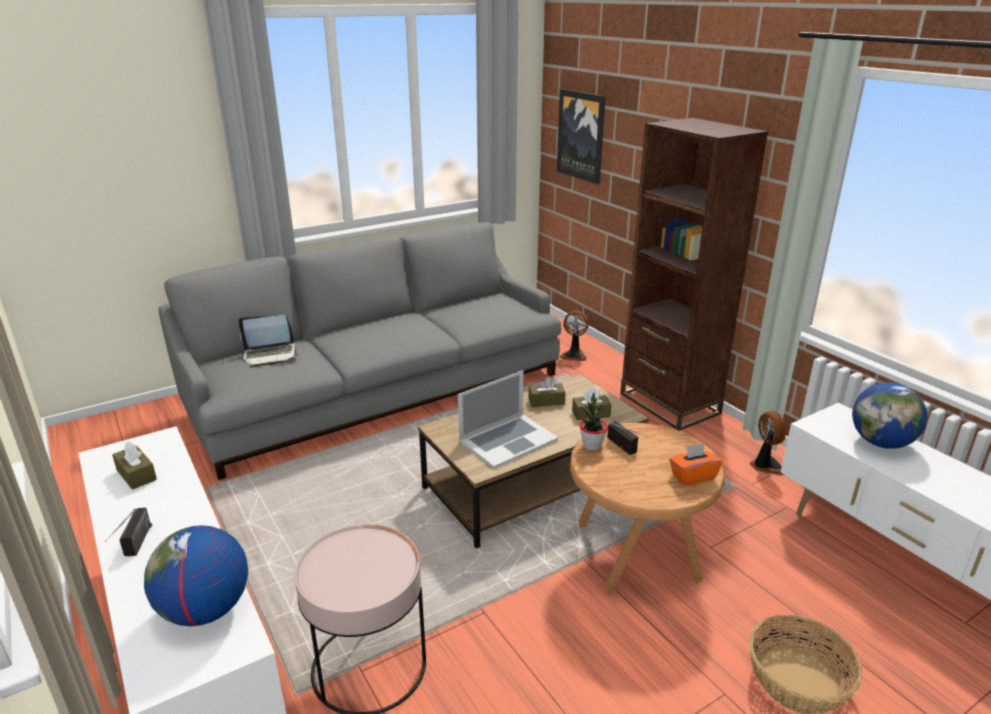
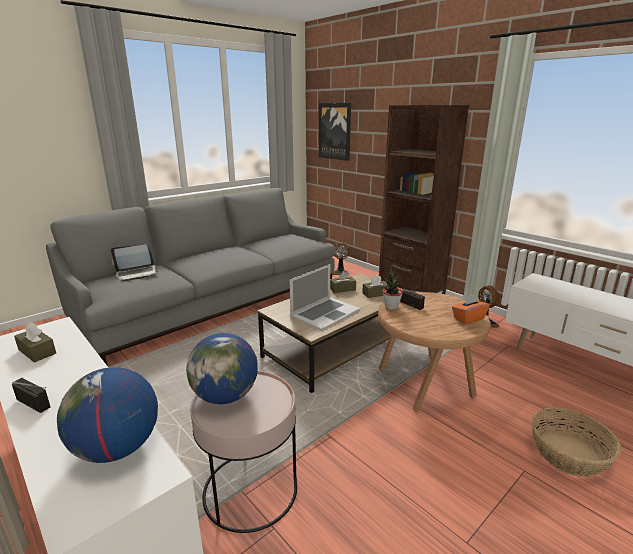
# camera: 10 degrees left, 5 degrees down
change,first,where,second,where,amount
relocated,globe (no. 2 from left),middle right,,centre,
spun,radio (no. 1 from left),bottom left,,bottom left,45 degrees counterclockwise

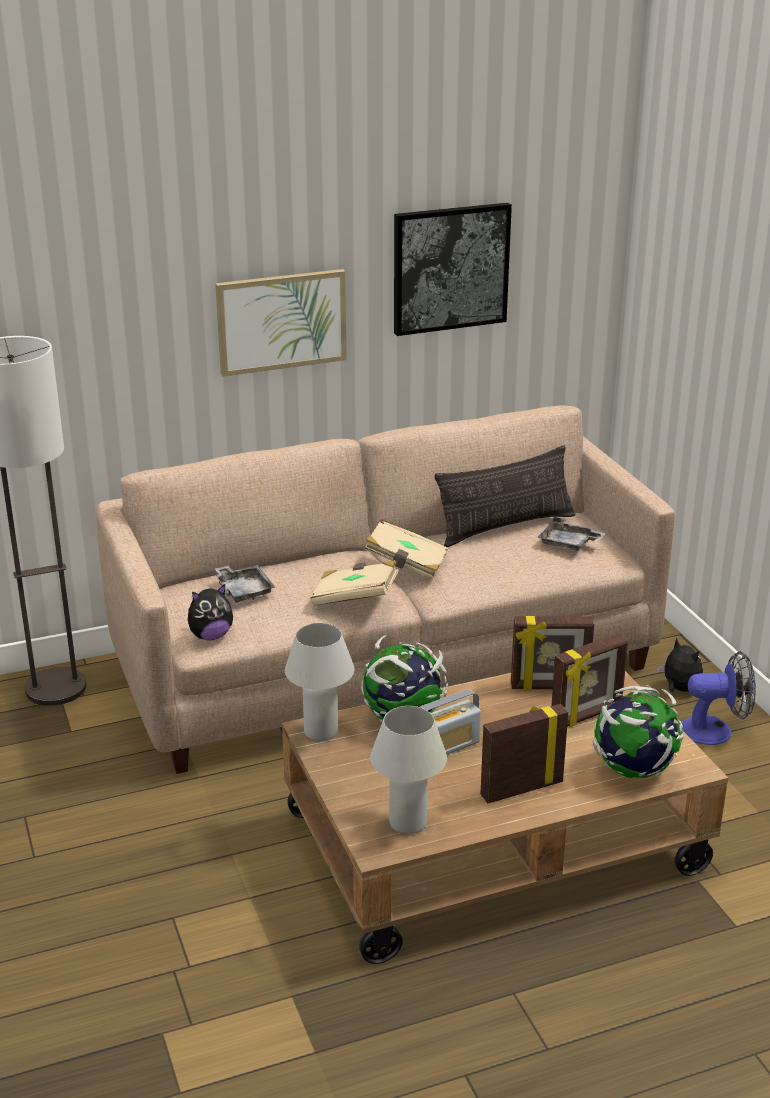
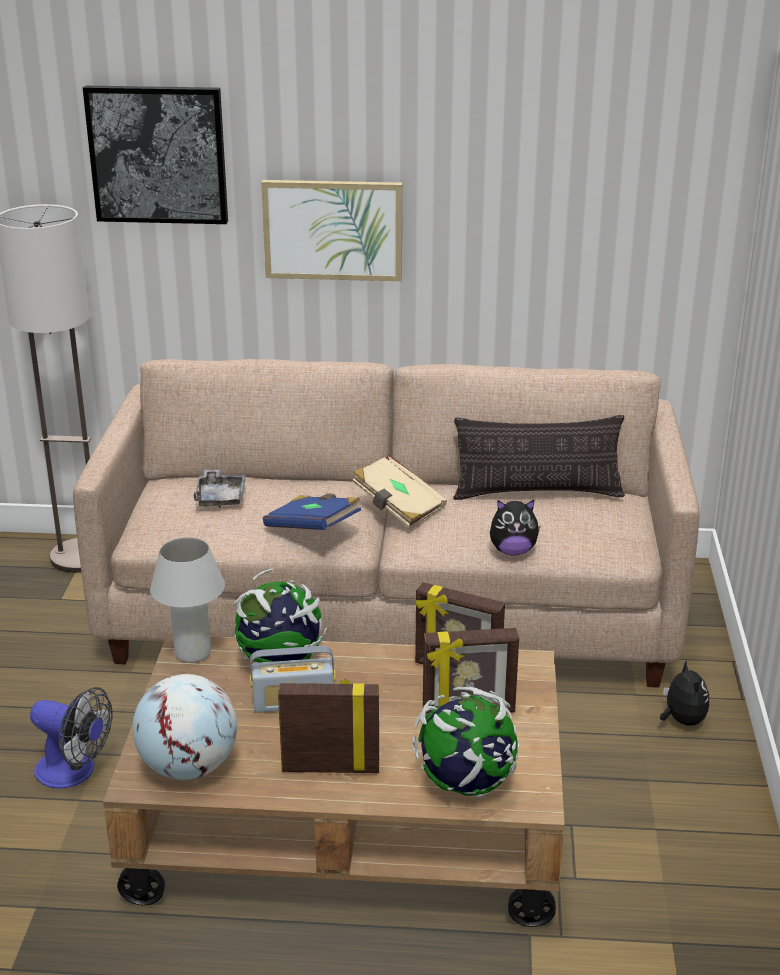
# camera: 25 degrees right, 0 degrees up
change,first,where,second,where,amount
relocated,picture (no. 2 from left in the first image),top centre,picture (no. 1 from left),top left,
missing,tray in grey (no. 2 from left),middle right,,,
colour,book in beige (no. 1 from left),centre,book in blue,centre,
relocated,plush toy (no. 1 from left),middle left,,centre,
relocated,fan,middle right,,bottom left,
exchanged,table lamp in white (no. 2 from left),bottom centre,globe (no. 1 from left),bottom left,

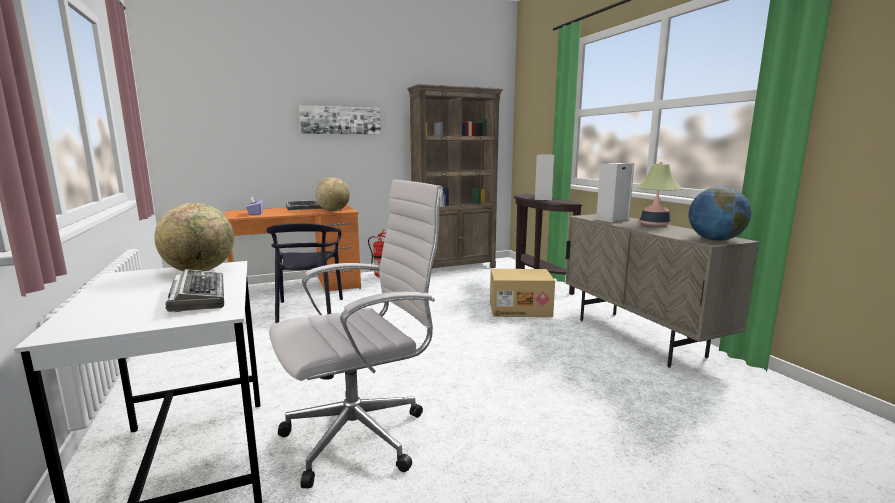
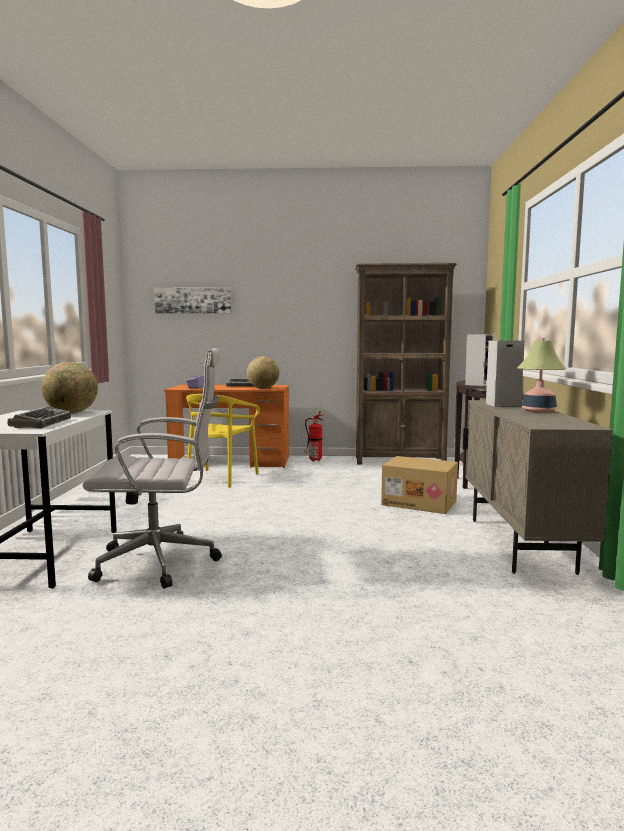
# camera: 25 degrees right, 5 degrees down
change,first,where,second,where,amount
relocated,picture,top centre,,middle left,
missing,globe (no. 3 from left),middle right,,,
colour,chair in black,centre,chair in yellow,centre,

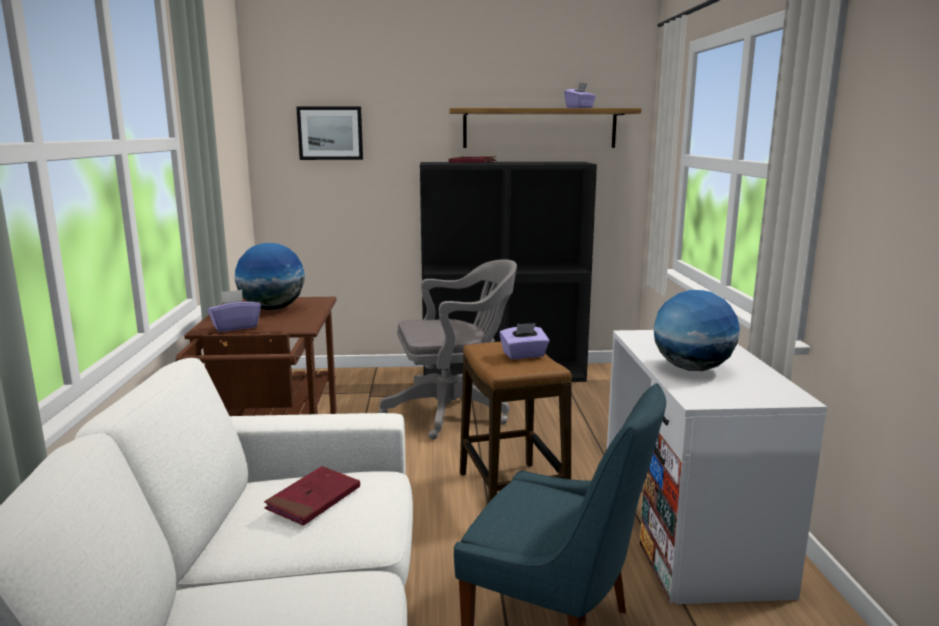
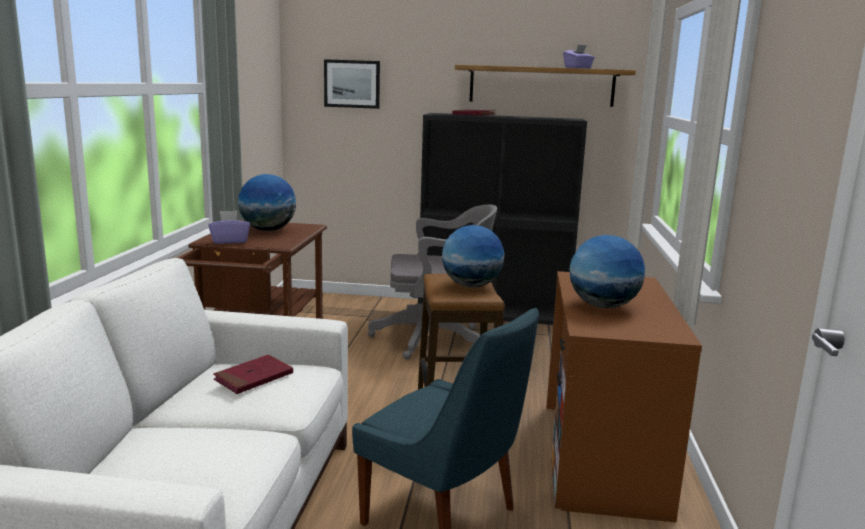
# camera: 10 degrees right, 0 degrees up
change,first,where,second,where,amount
exchanged,tissue box in purple (no. 2 from left),centre,globe (no. 2 from left),centre,
colour,desk in white,bottom right,desk in brown,bottom right,

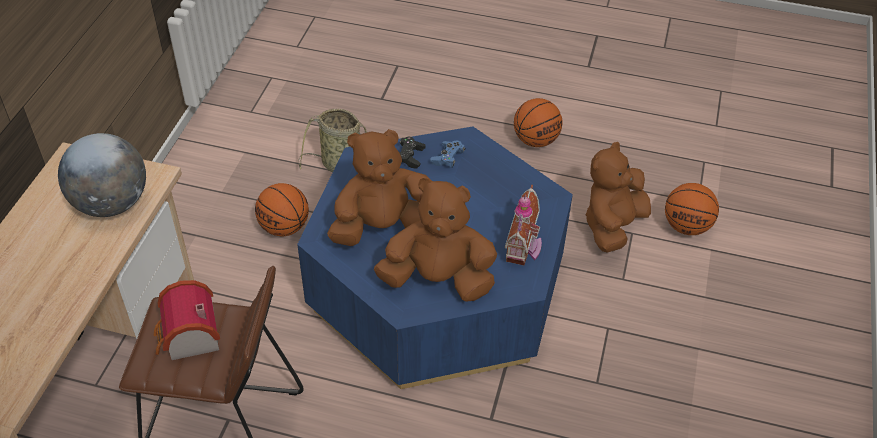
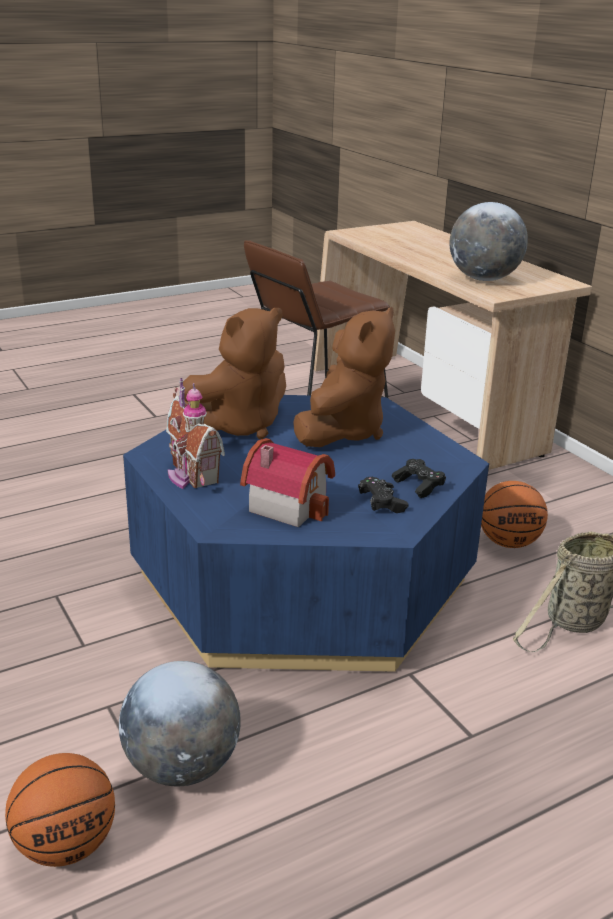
# camera: 135 degrees right, 20 degrees down
change,first,where,second,where,amount
missing,basketball (no. 2 from left),top centre,,,
colour,game controller in blue,centre,game controller in black (no. 1 from left),centre,
exchanged,plush toy in brown (no. 3 from left),middle right,globe (no. 1 from left),bottom left,
relocated,toy house (no. 1 from left in the first image),bottom left,toy house (no. 2 from left),centre,

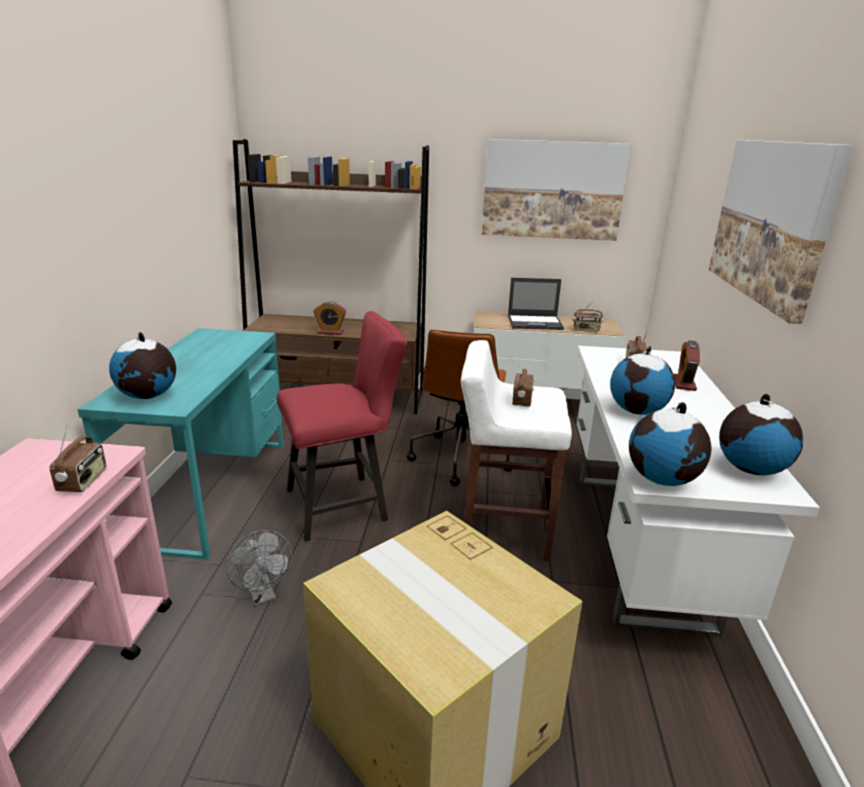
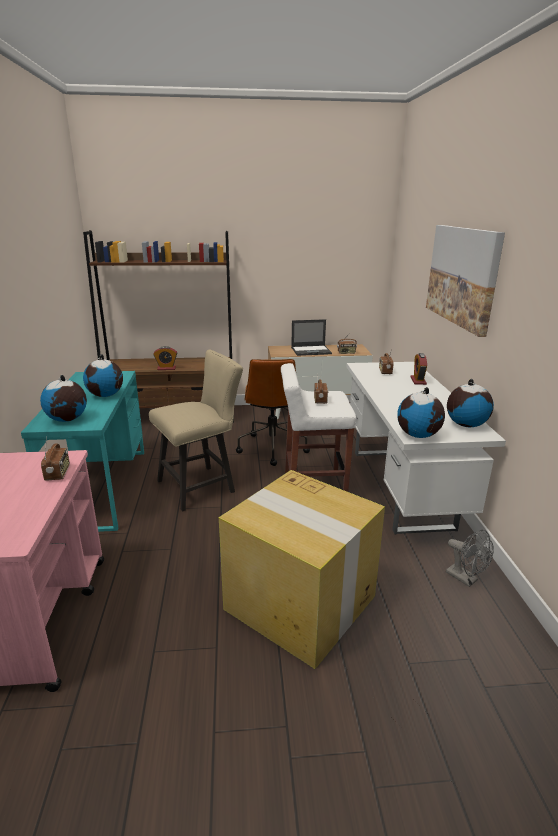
# camera: 10 degrees left, 0 degrees up
change,first,where,second,where,amount
missing,picture (no. 1 from left),top centre,,,
colour,chair in red,centre,chair in beige,centre,
relocated,globe (no. 2 from left),middle right,,middle left,
relocated,fan in grey,bottom left,,bottom right,

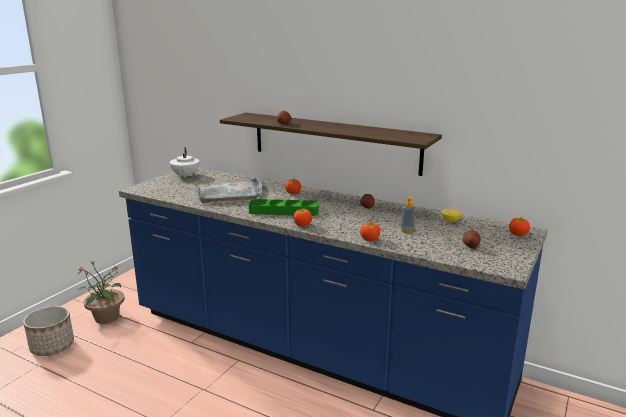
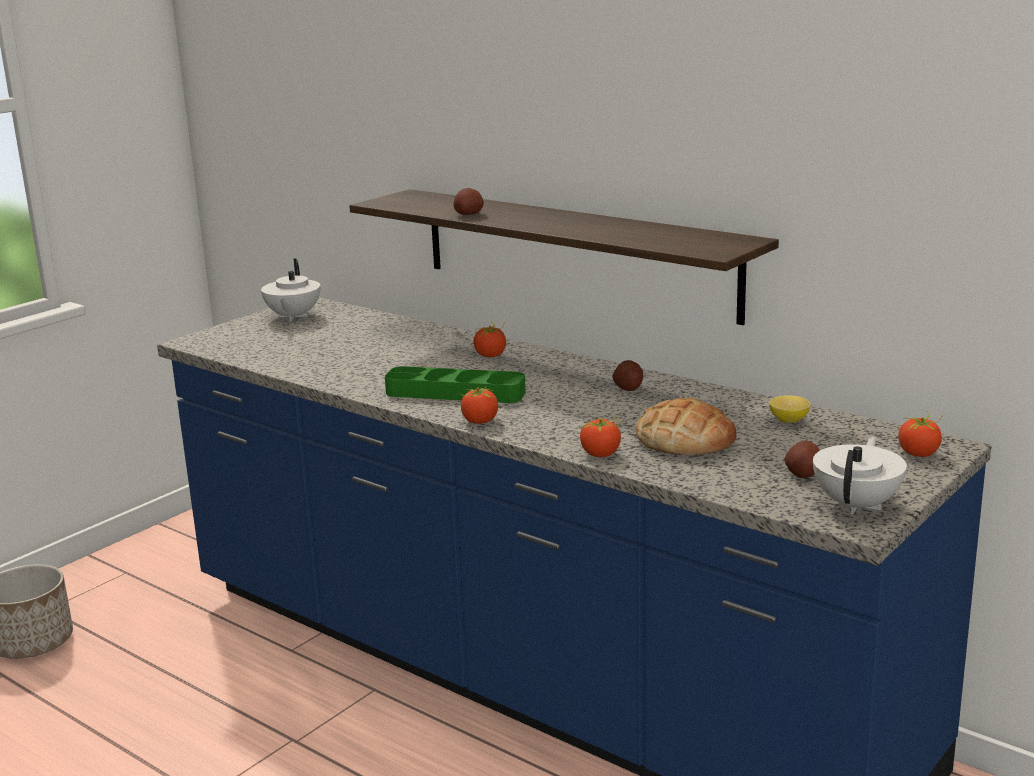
# camera: 10 degrees right, 0 degrees up
change,first,where,second,where,amount
missing,tray in grey,centre,,,
exchanged,soap dispenser,centre,bread,centre,
missing,potted plant,bottom left,,,
appeared,,,teapot in white (no. 2 from left),middle right,

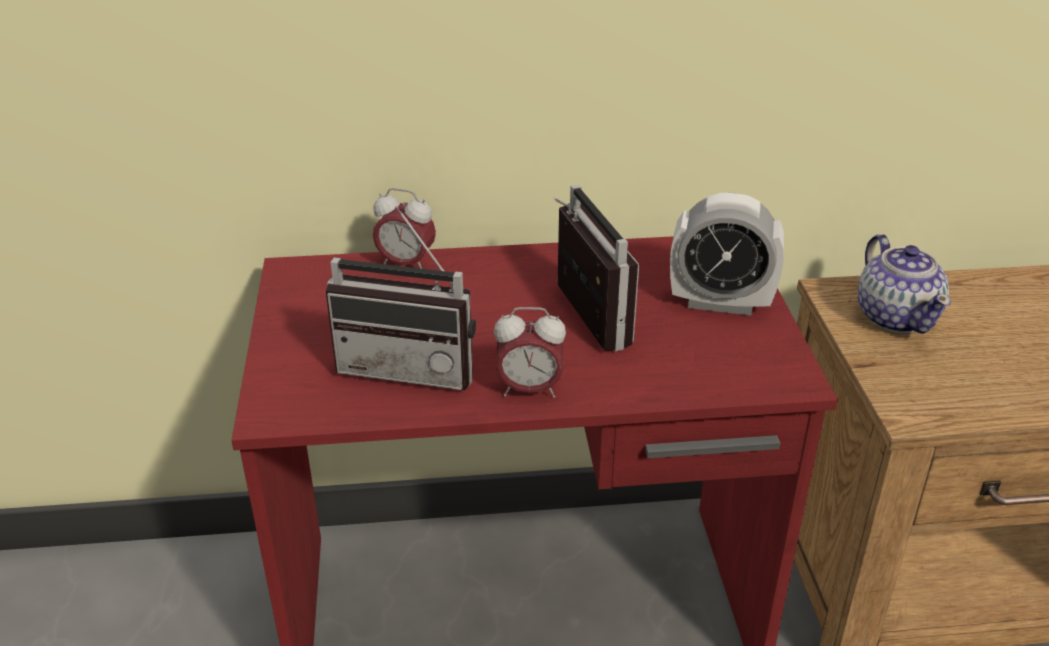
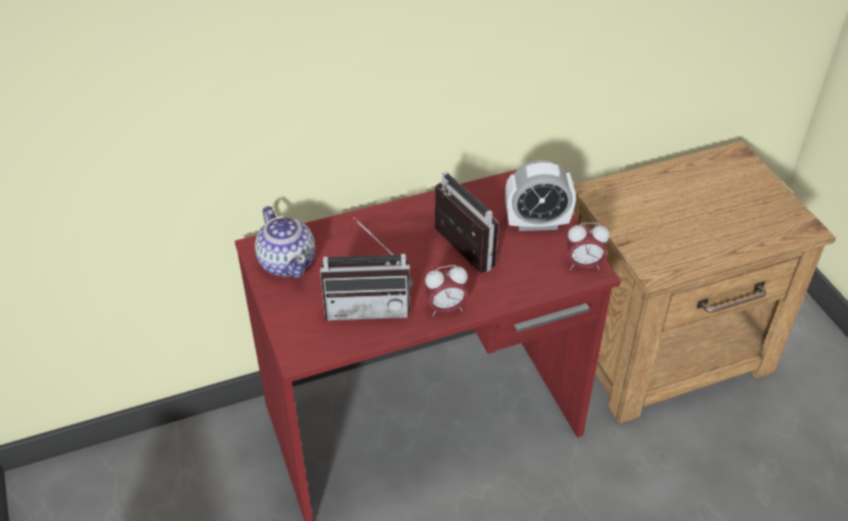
# camera: 15 degrees left, 10 degrees up
change,first,where,second,where,amount
relocated,alarm clock (no. 1 from left in the first image),centre,alarm clock (no. 3 from left),middle right,
relocated,teapot,middle right,,centre,

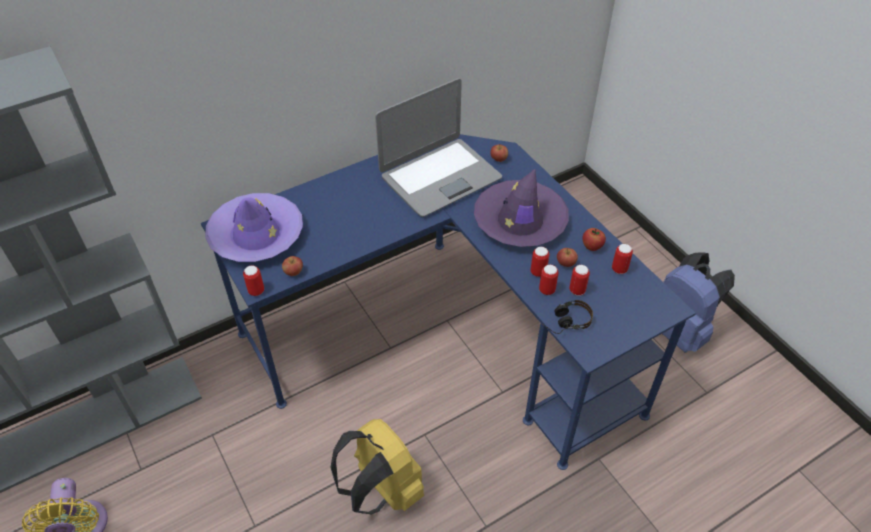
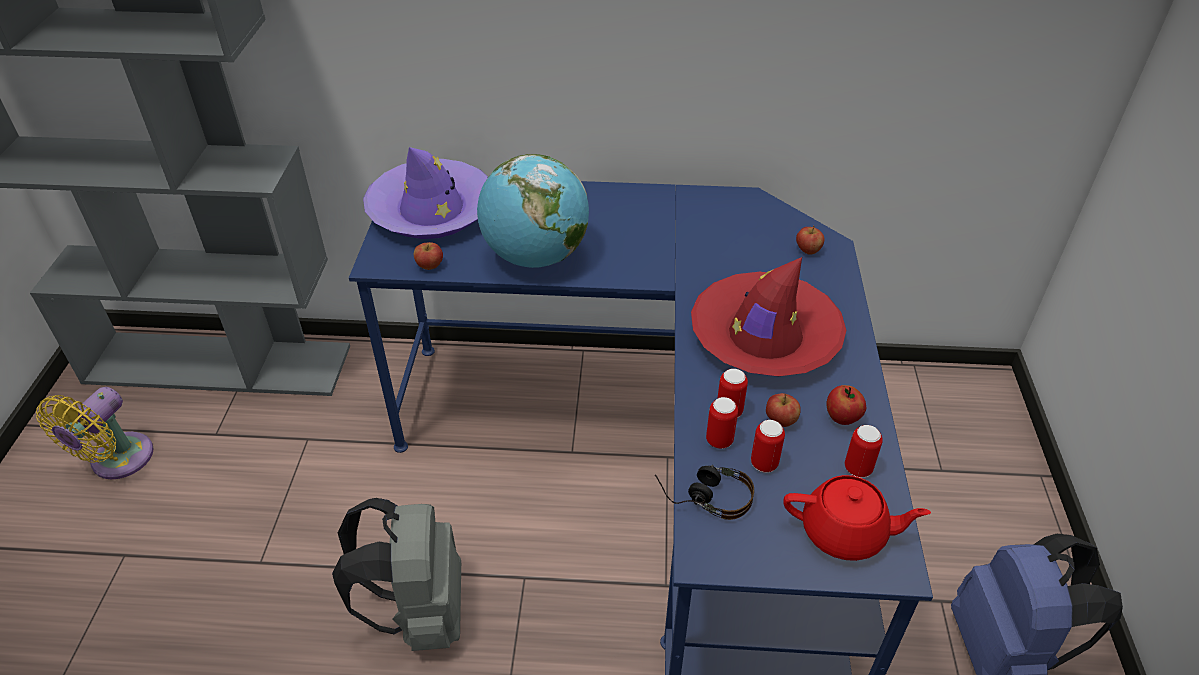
# camera: 35 degrees right, 5 degrees down
change,first,where,second,where,amount
missing,laptop,top centre,,,
colour,hat in purple (no. 2 from left),centre,hat in red,centre,
missing,can (no. 1 from left),middle left,,,
colour,backpack in yellow,bottom centre,backpack in grey,bottom left,
appeared,,,globe,top centre,
appeared,,,teapot in red,bottom right,

